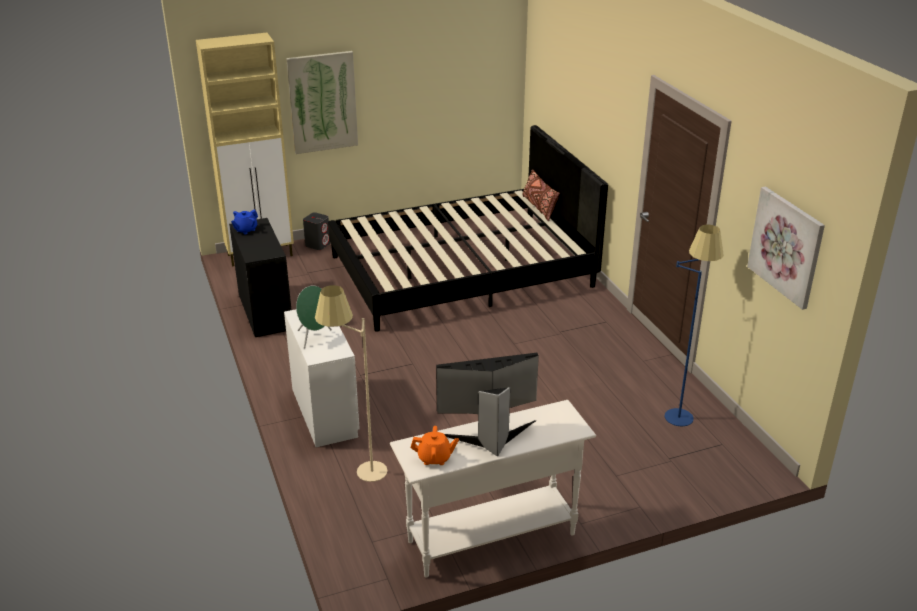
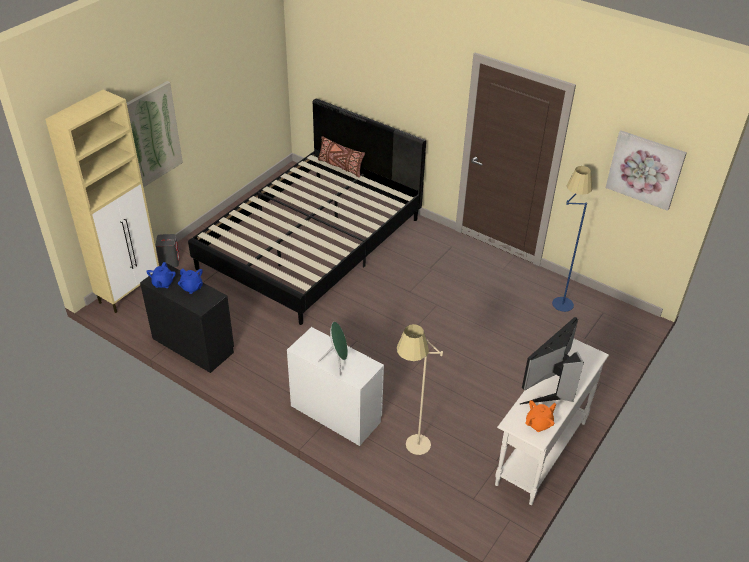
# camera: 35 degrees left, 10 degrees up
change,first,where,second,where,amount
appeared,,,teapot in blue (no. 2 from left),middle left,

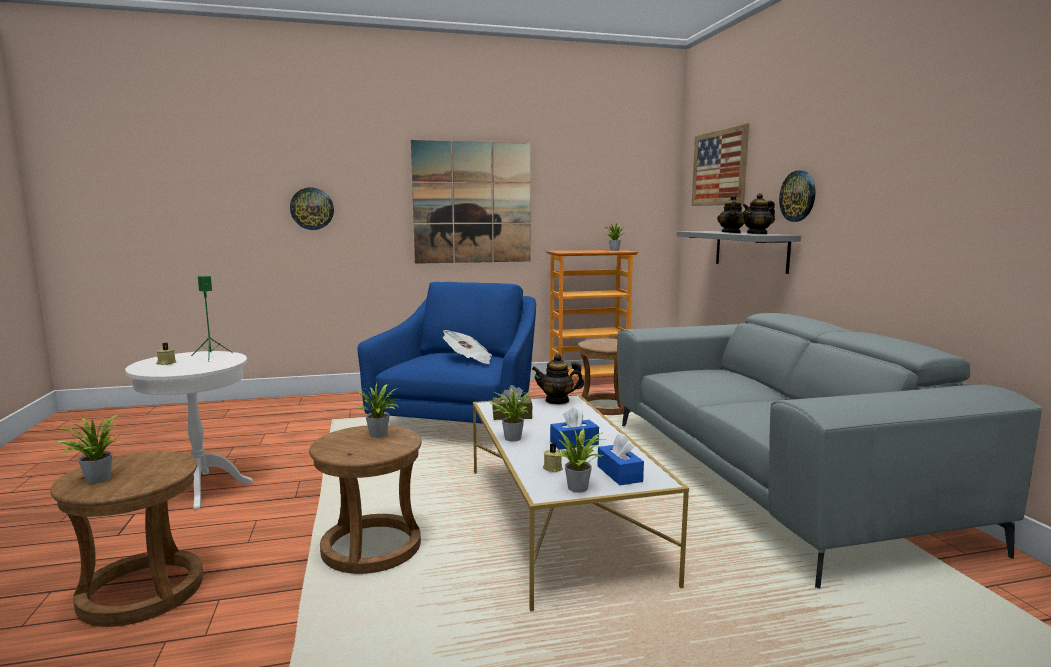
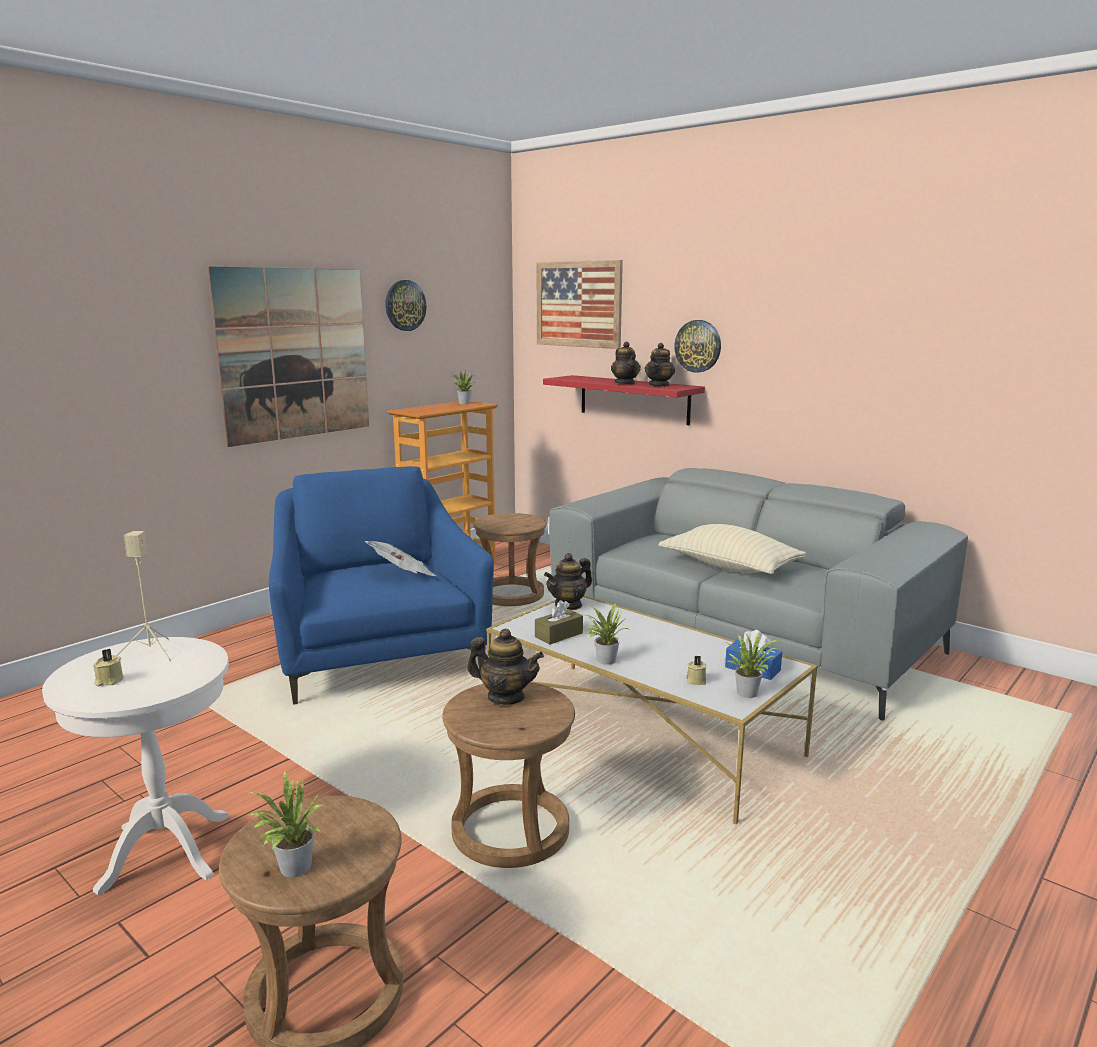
# camera: 35 degrees left, 5 degrees up
change,first,where,second,where,amount
relocated,wall clock (no. 1 from left),top left,,top centre,
colour,shelf in grey,middle right,shelf in red,centre,
colour,speaker in green,middle left,speaker in beige,middle left,
exchanged,potted plant (no. 2 from left),centre,teapot (no. 1 from left),centre,
missing,tissue box in blue (no. 1 from left),centre,,,
appeared,,,pillow in beige,middle right,

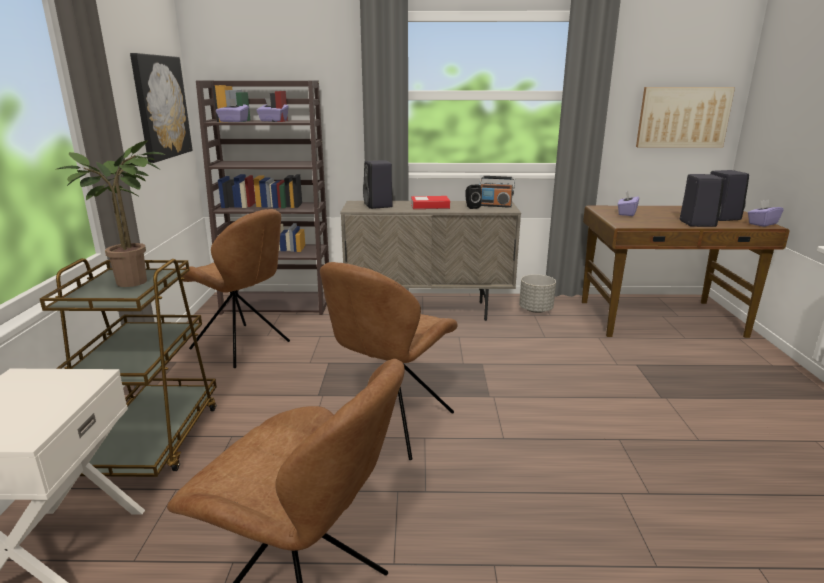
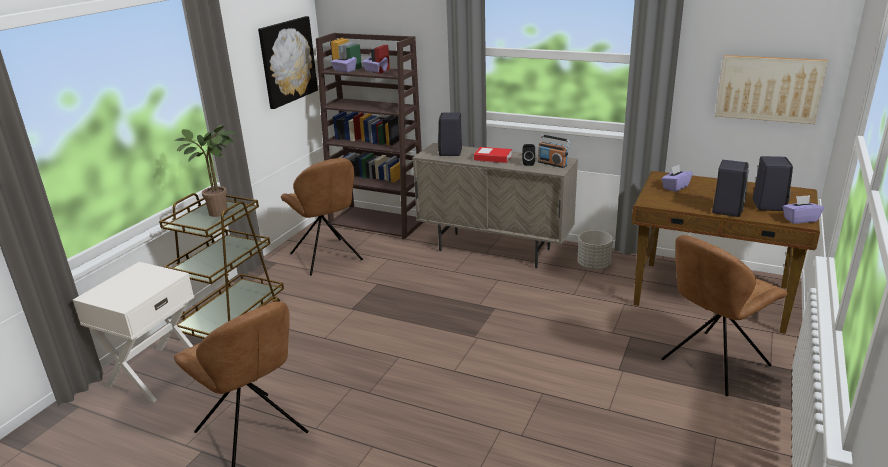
# camera: 25 degrees right, 5 degrees up
change,first,where,second,where,amount
relocated,chair in brown (no. 3 from left),centre,,bottom right,

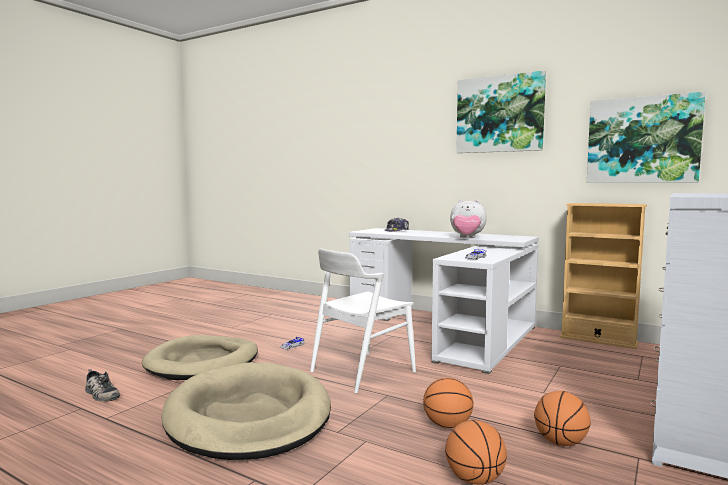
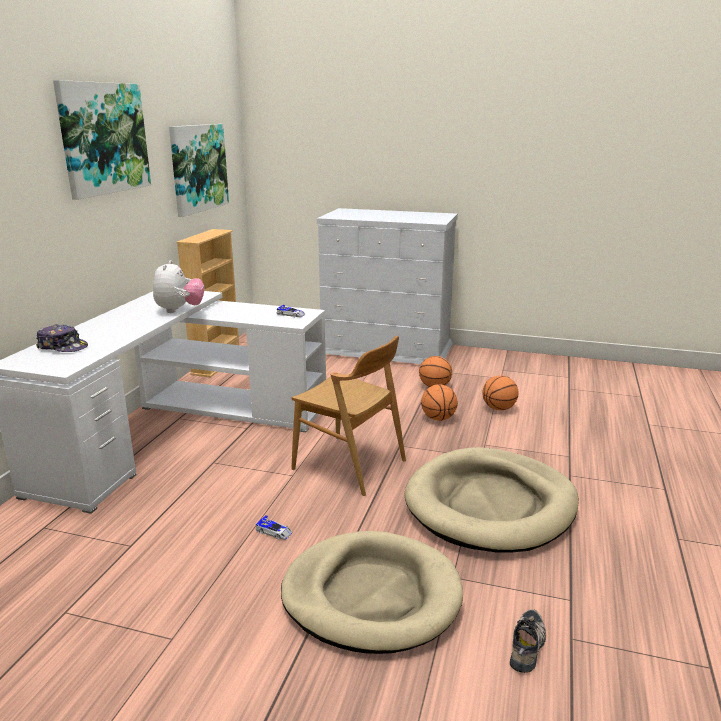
# camera: 105 degrees left, 15 degrees up
change,first,where,second,where,amount
colour,chair in white,centre,chair in brown,centre,

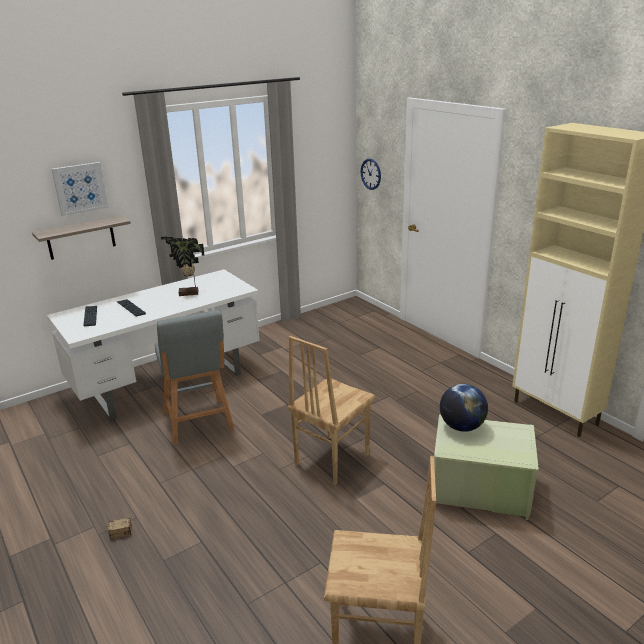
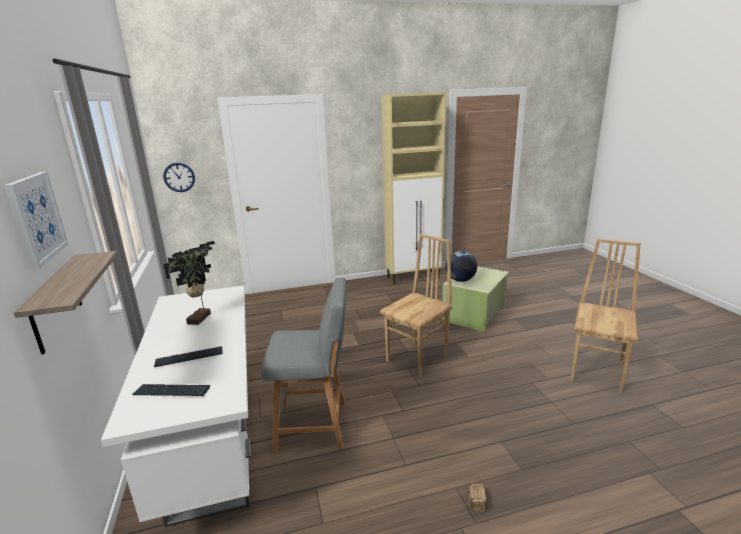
# camera: 70 degrees left, 5 degrees down
change,first,where,second,where,amount
spun,chair in brown (no. 1 from left),centre,,centre,105 degrees counterclockwise

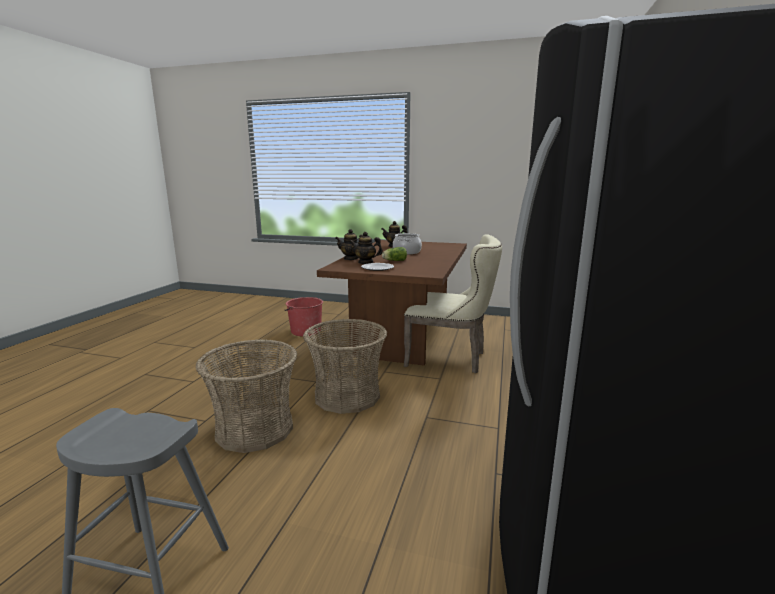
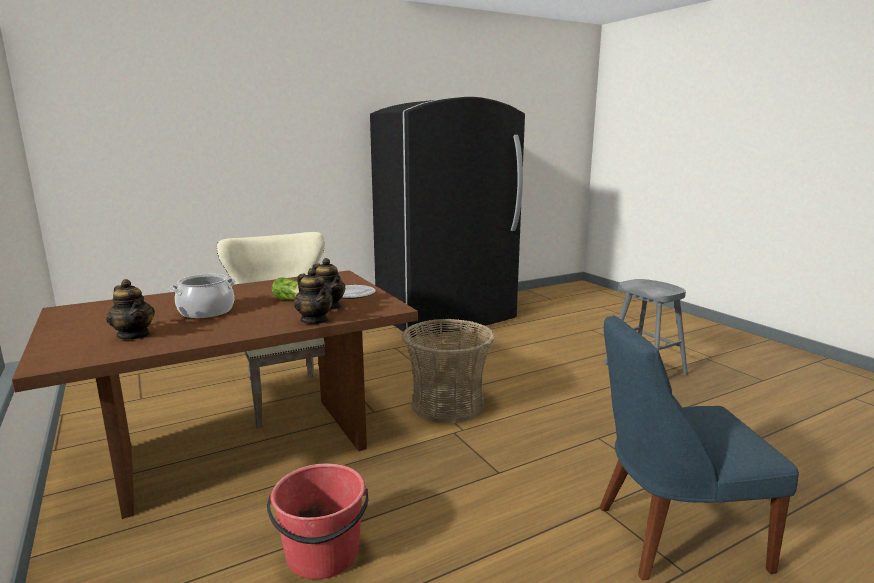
# camera: 135 degrees left, 0 degrees up
change,first,where,second,where,amount
missing,basket (no. 1 from left),bottom left,,,
appeared,,,chair in blue,bottom right,

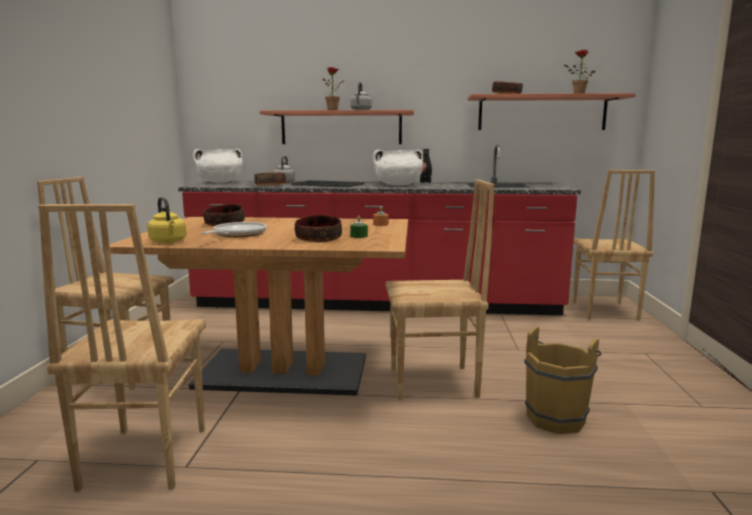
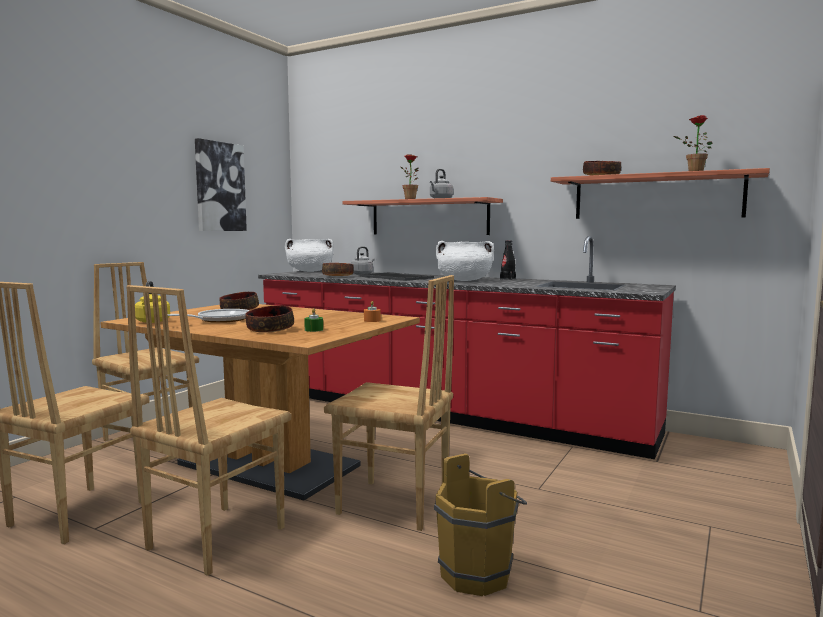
# camera: 25 degrees right, 5 degrees down
change,first,where,second,where,amount
relocated,chair in brown (no. 4 from left in the first image),middle right,chair in brown (no. 3 from left),bottom left,
appeared,,,picture,top left,

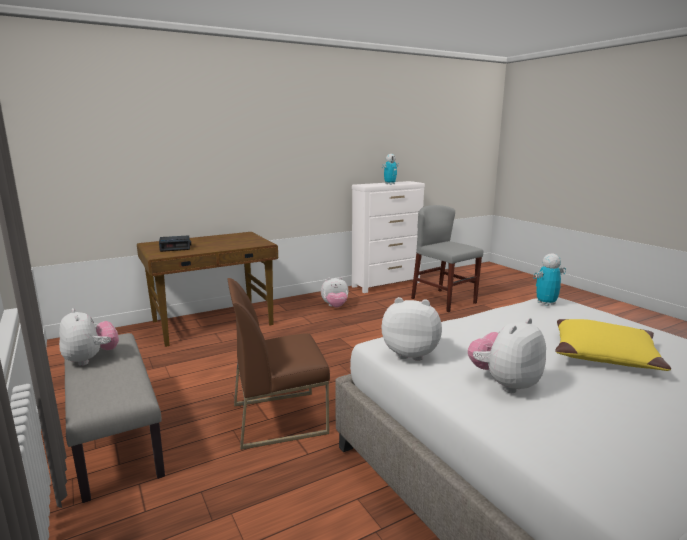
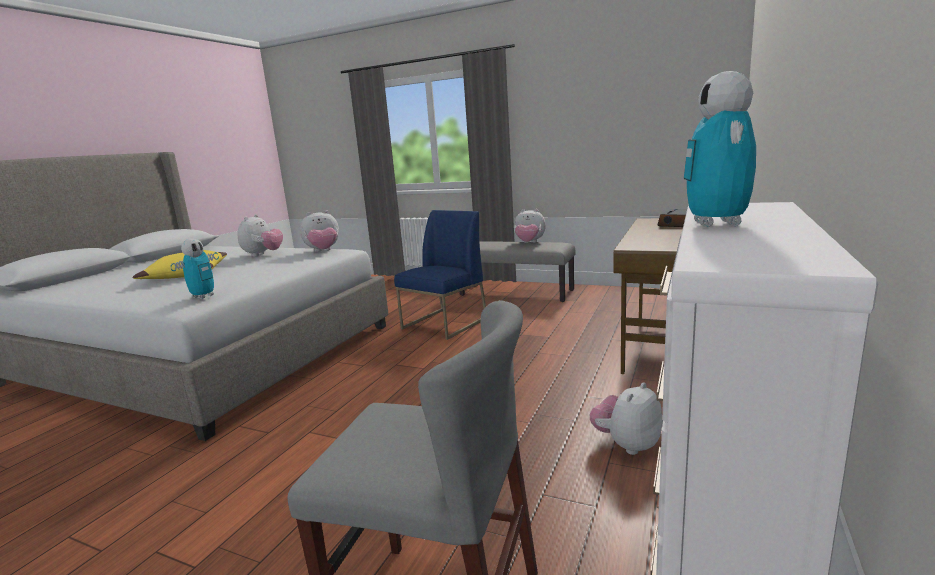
# camera: 145 degrees right, 0 degrees up
change,first,where,second,where,amount
colour,chair in brown,bottom centre,chair in blue,centre,

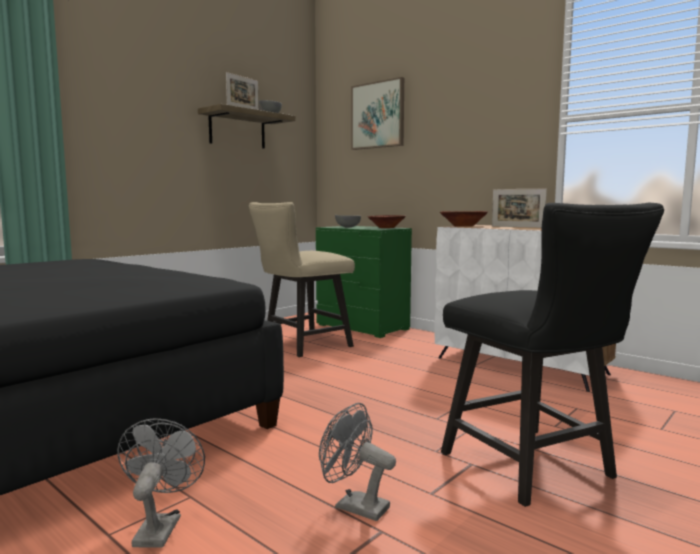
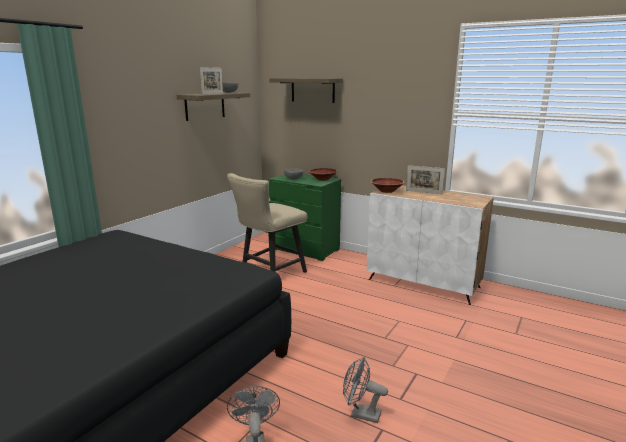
# camera: 10 degrees left, 10 degrees up
change,first,where,second,where,amount
exchanged,picture,top centre,shelf (no. 2 from left),top centre,
missing,chair in black,middle right,,,

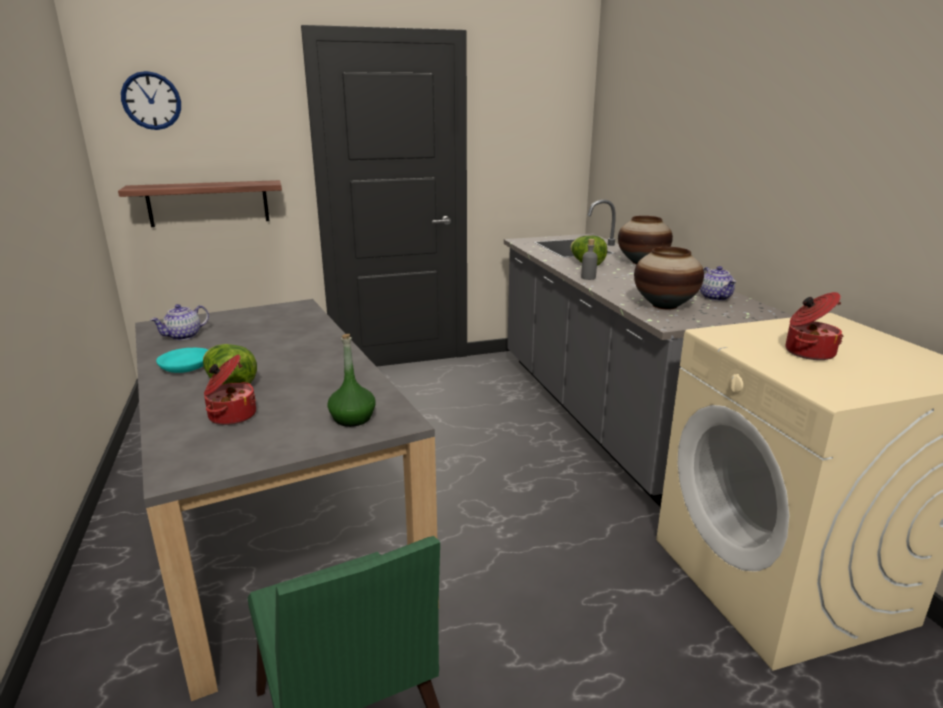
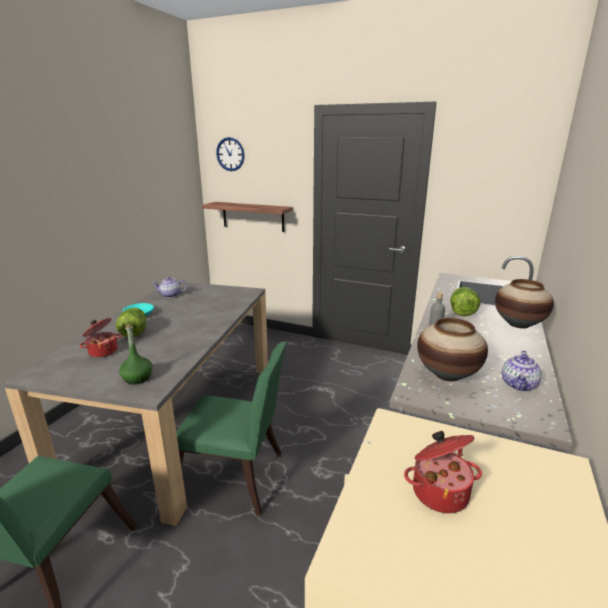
# camera: 40 degrees right, 0 degrees up
change,first,where,second,where,amount
appeared,,,chair in green (no. 2 from left),bottom centre,

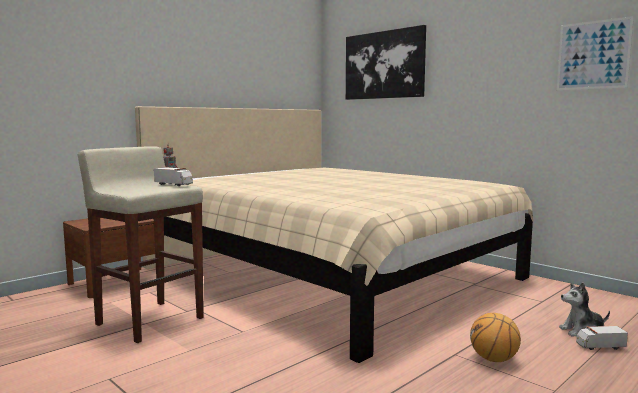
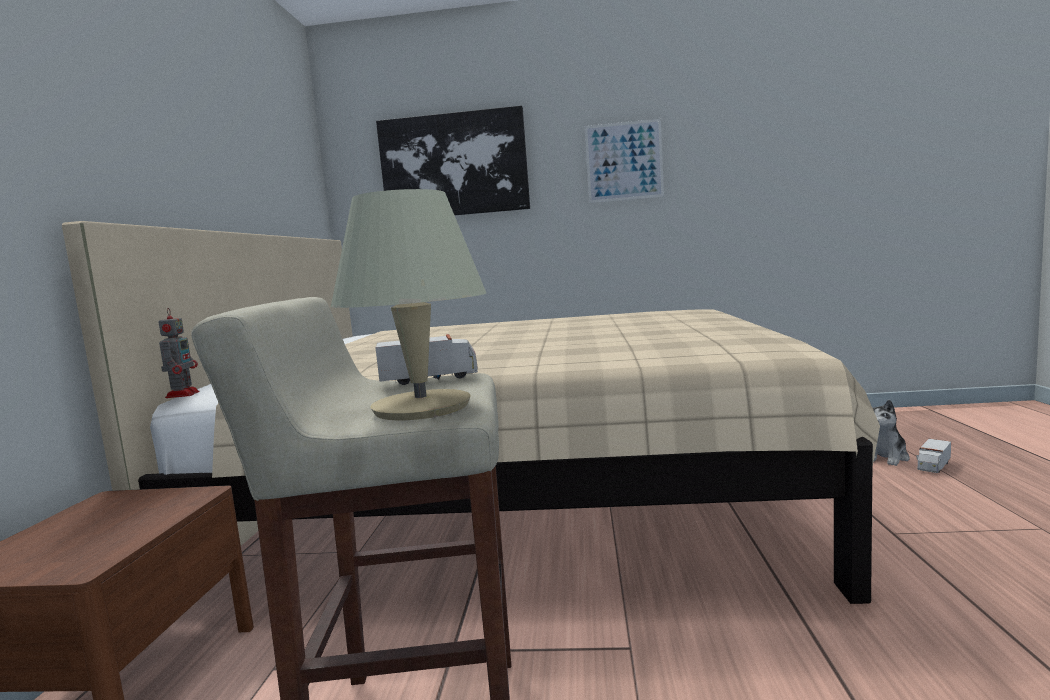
# camera: 40 degrees left, 0 degrees up
change,first,where,second,where,amount
relocated,picture (no. 2 from left),top right,,top centre,
missing,basketball,bottom right,,,
appeared,,,table lamp in beige,centre,

